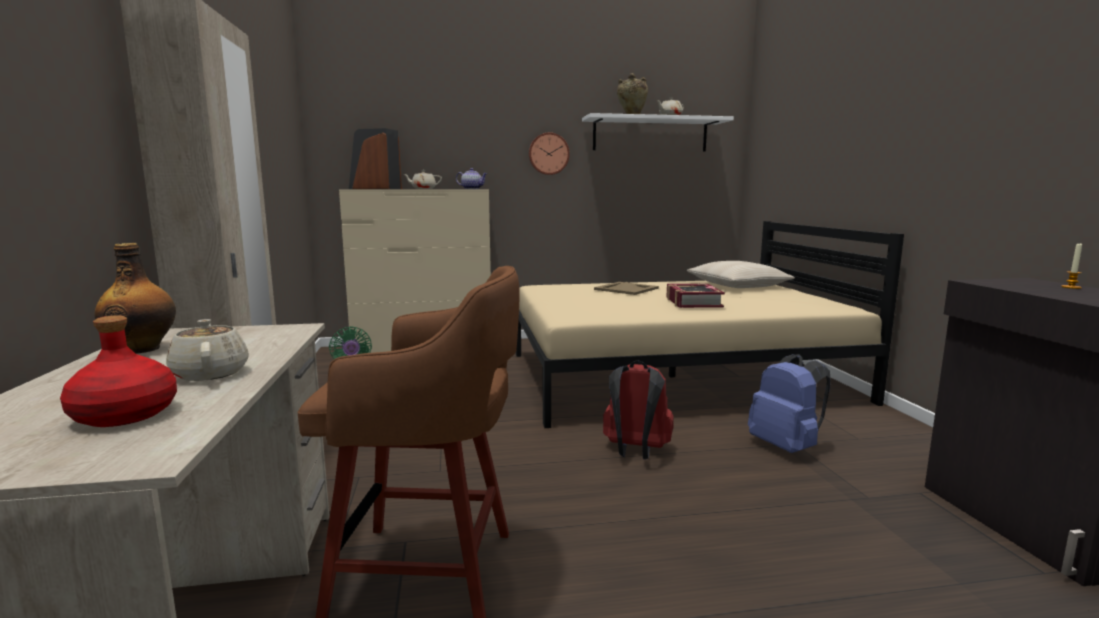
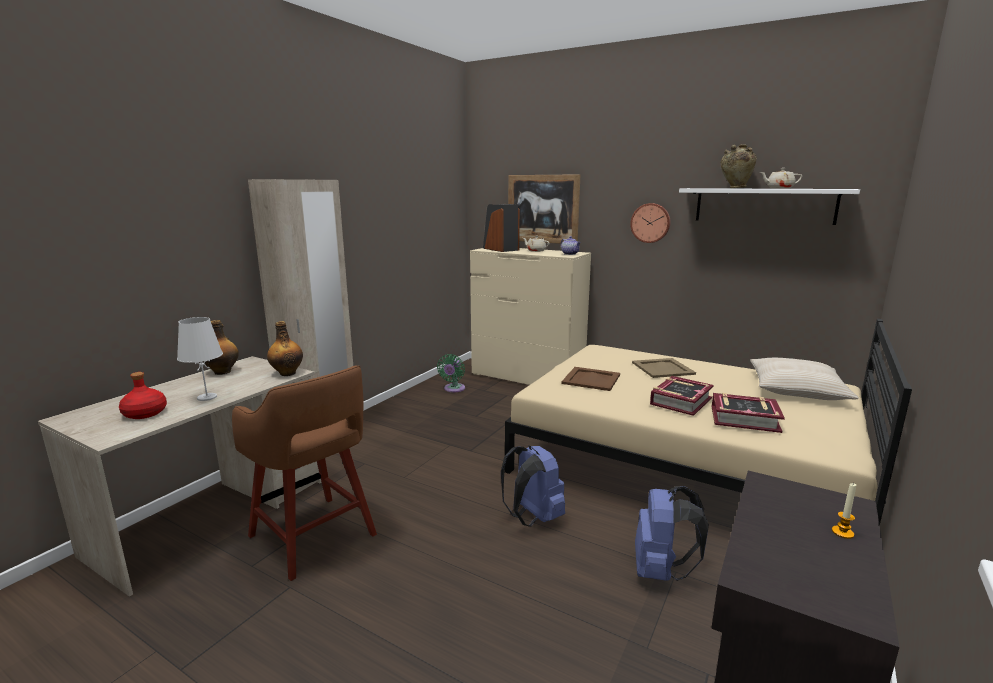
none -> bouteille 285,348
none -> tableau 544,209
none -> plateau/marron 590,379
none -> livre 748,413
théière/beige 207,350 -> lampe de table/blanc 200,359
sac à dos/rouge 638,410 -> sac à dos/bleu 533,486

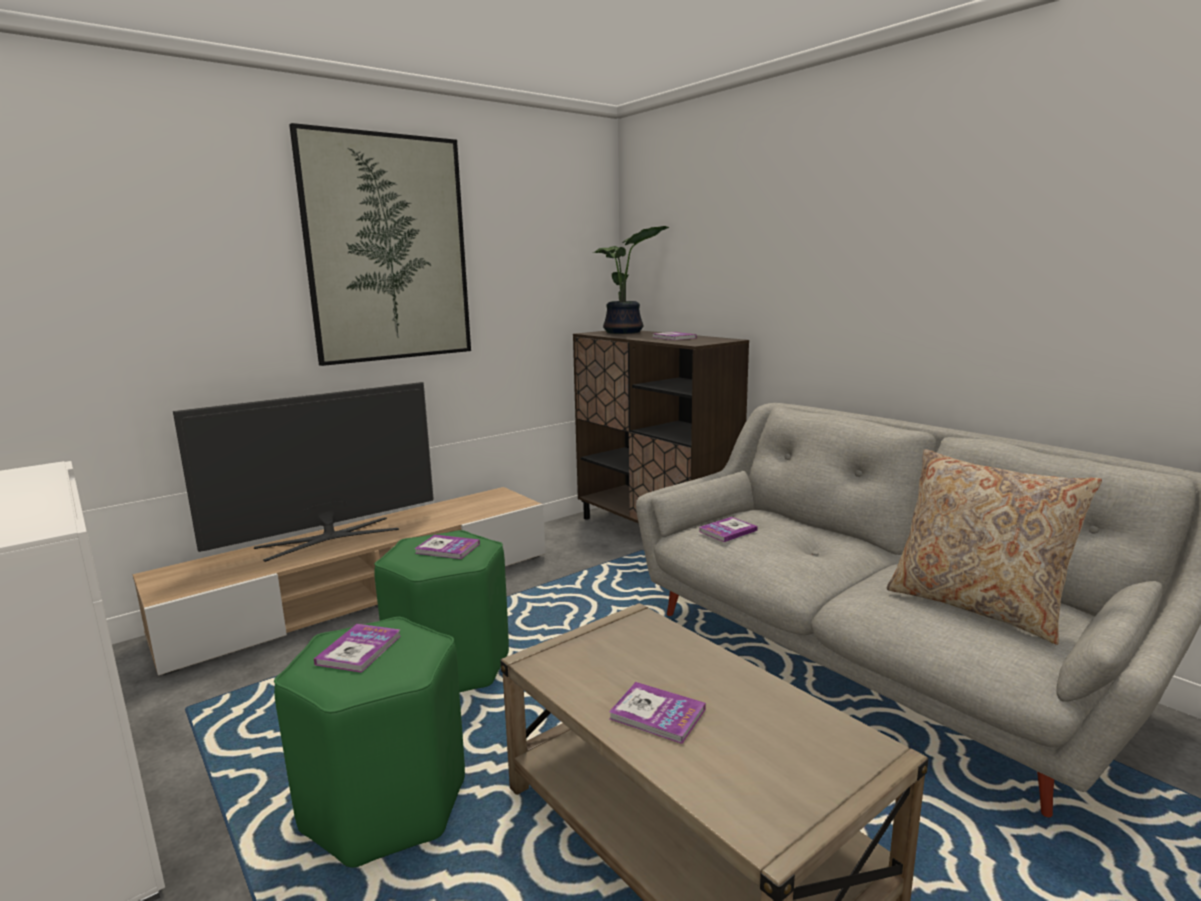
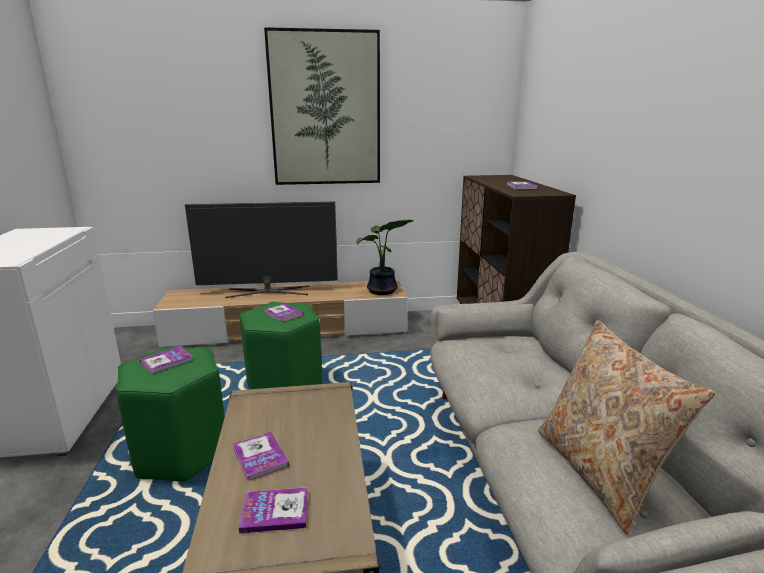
plante en pot 631,280 -> plante en pot 385,257, shifted
livre 728,529 -> livre 273,510, shifted

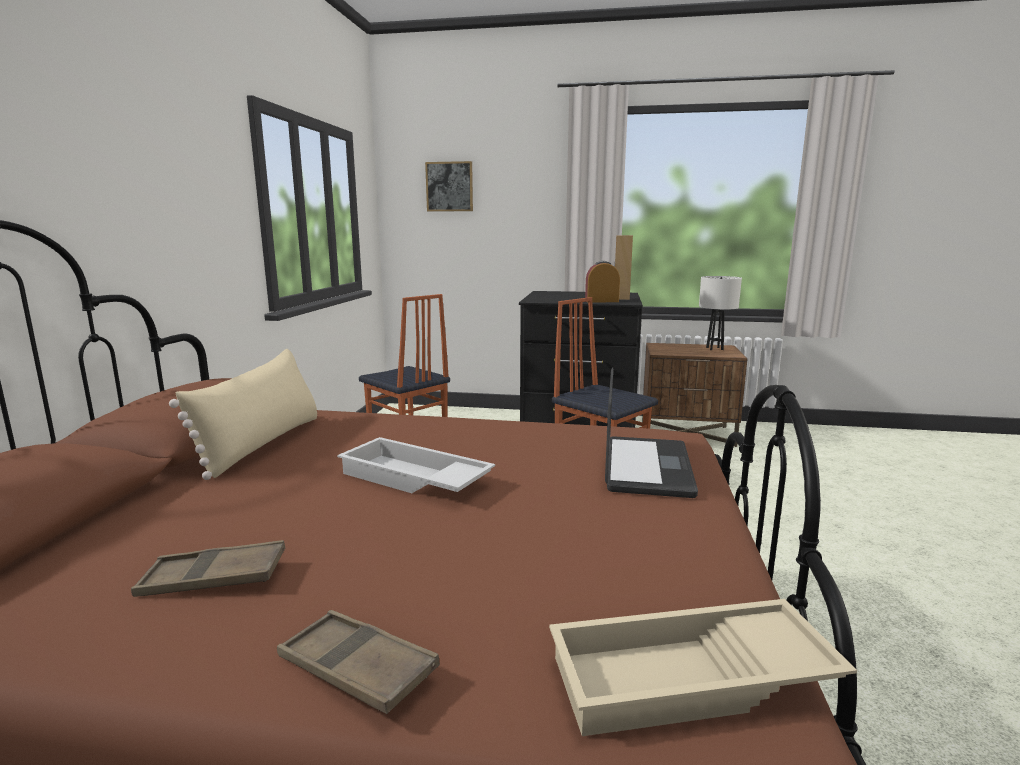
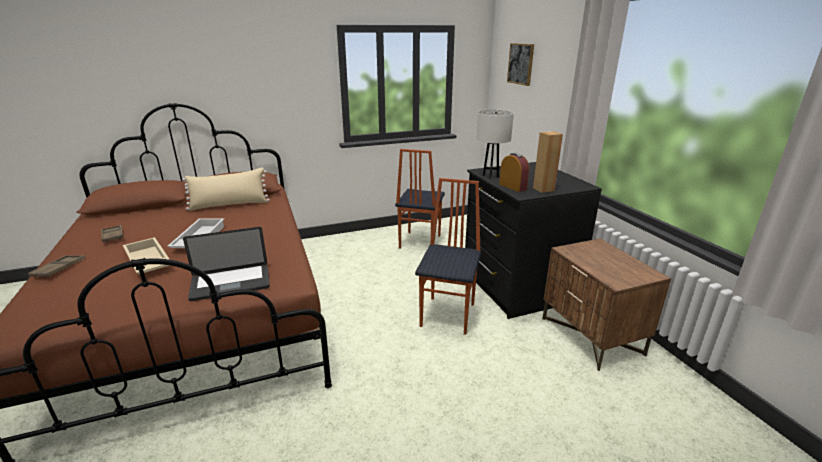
plateau/beige 703,667 -> plateau/beige 146,255, shifted
lampe de table/blanc 720,313 -> lampe de table/blanc 495,144, shifted

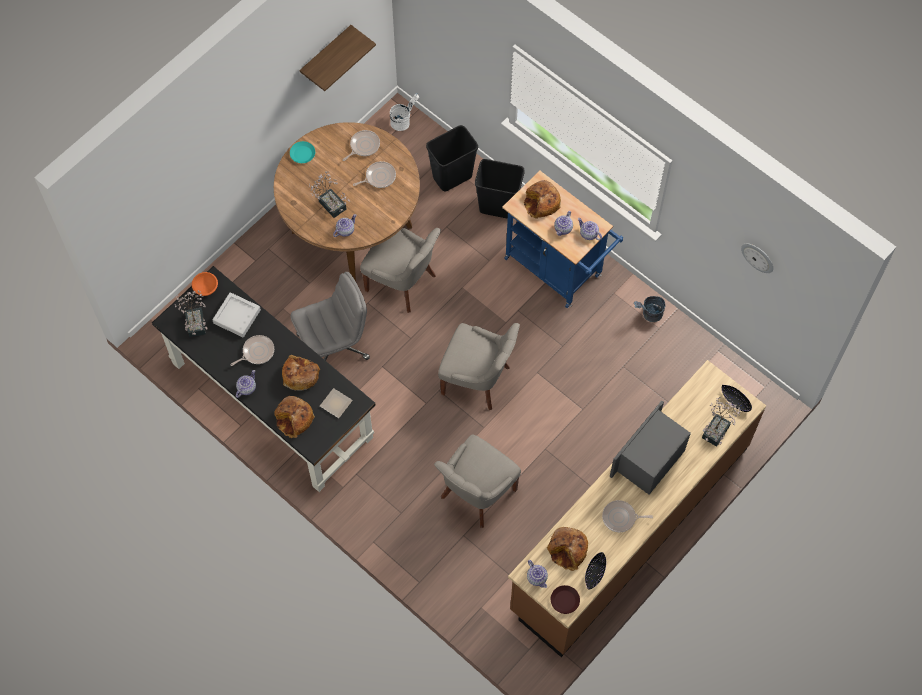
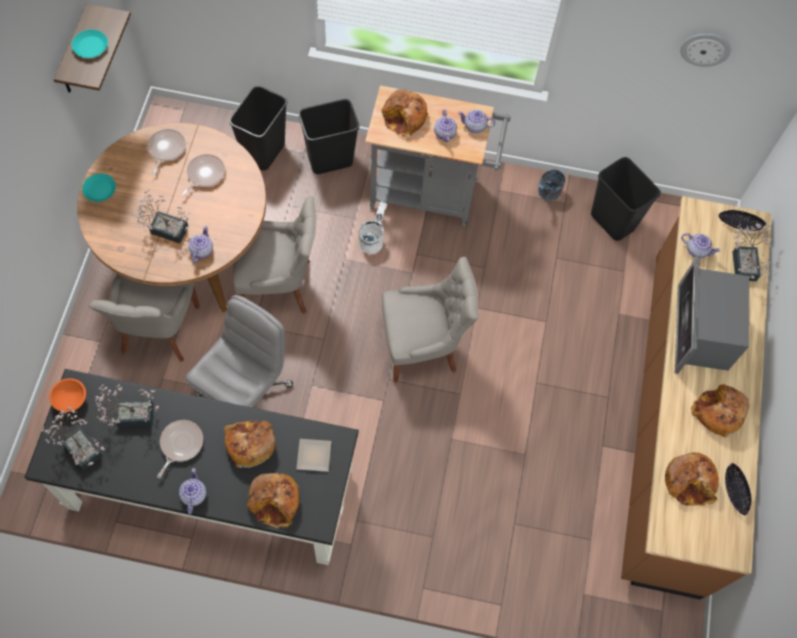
assiette/marron 565,599 -> none
none -> assiette/turquoise 90,44
none -> poubelle/noir 626,199
seau/blanc 404,112 -> seau/blanc 373,227, shifted
chaise/gris 477,481 -> chaise/gris 144,318, shifted
théière 537,574 -> théière 701,245, shifted
plateau/gris 236,314 -> plante en pot 127,405
poêle 627,516 -> pain 720,411
chariot/bleu 562,239 -> chariot/gris 438,156

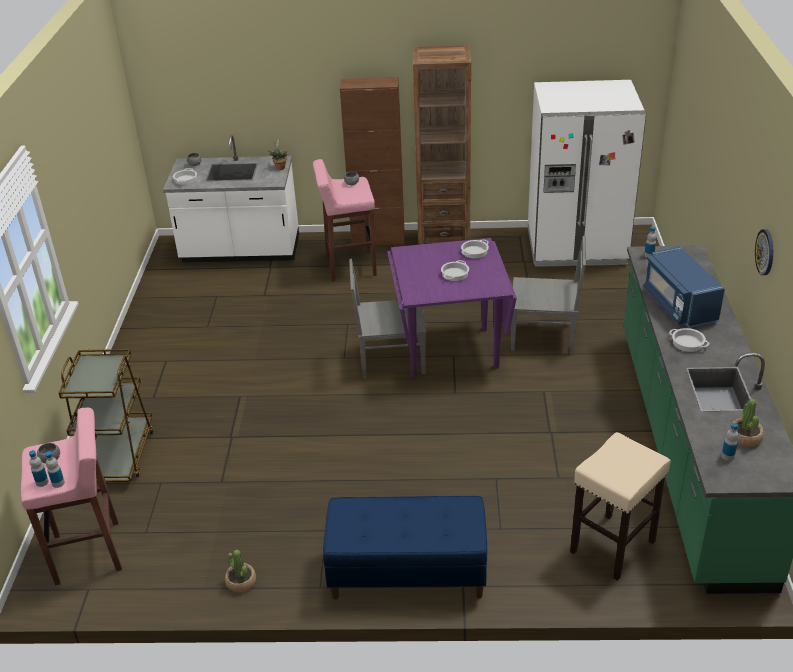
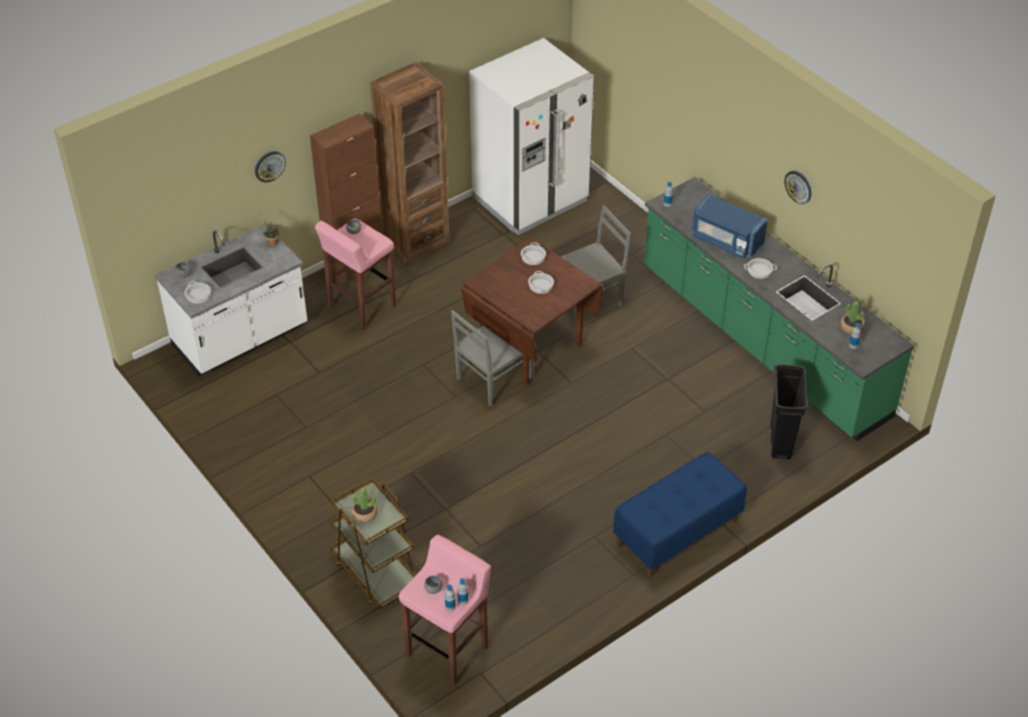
none -> horloge murale 270,166
plante en pot 240,571 -> plante en pot 364,504, shifted
tabouret/beige 620,506 -> poubelle/noir 789,411
table à manger/violet 452,307 -> table à manger/marron 532,312

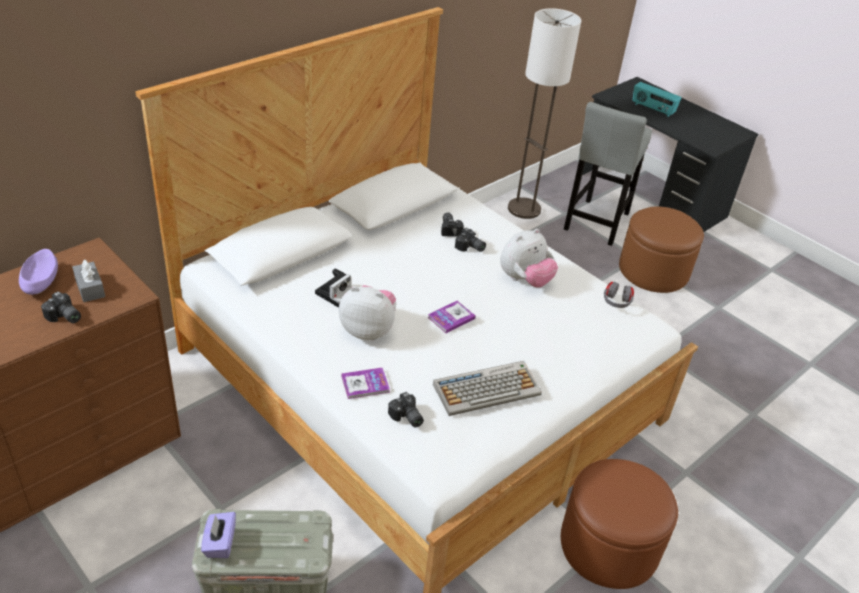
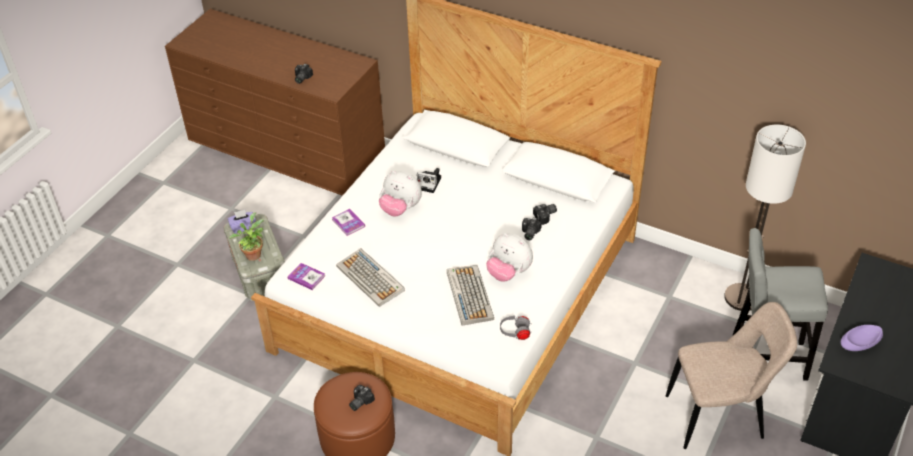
boîte à mouchoirs/gris 88,280 -> none
radio 657,99 -> none
none -> plante en pot 246,236
none -> clavier 470,295
bol/violet 38,272 -> bol/violet 862,338, shifted
appareil photo 406,409 -> appareil photo 362,398, shifted
livre 452,317 -> livre 306,276, shifted
pouf/marron 661,249 -> chaise/beige 731,375
peluche 368,312 -> peluche 400,194, 120 degrees clockwise

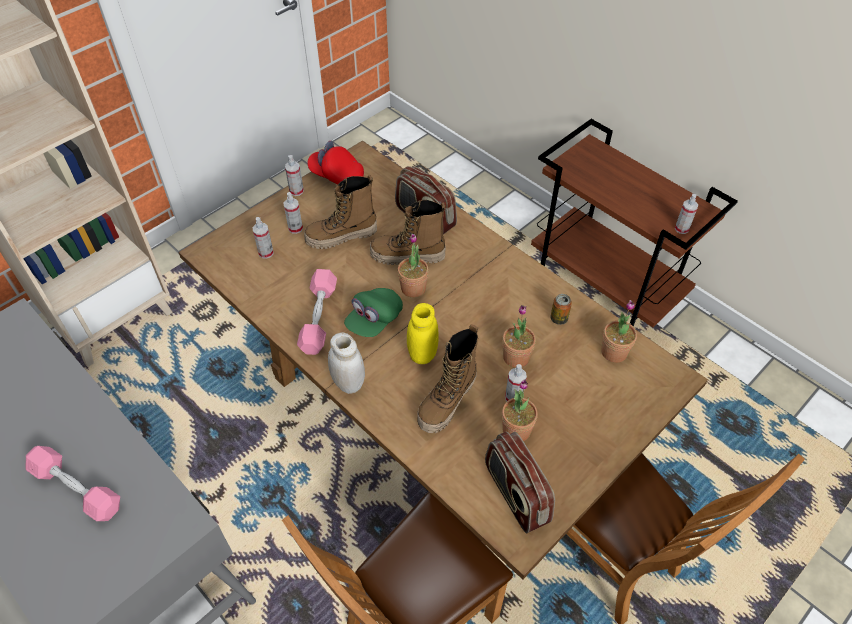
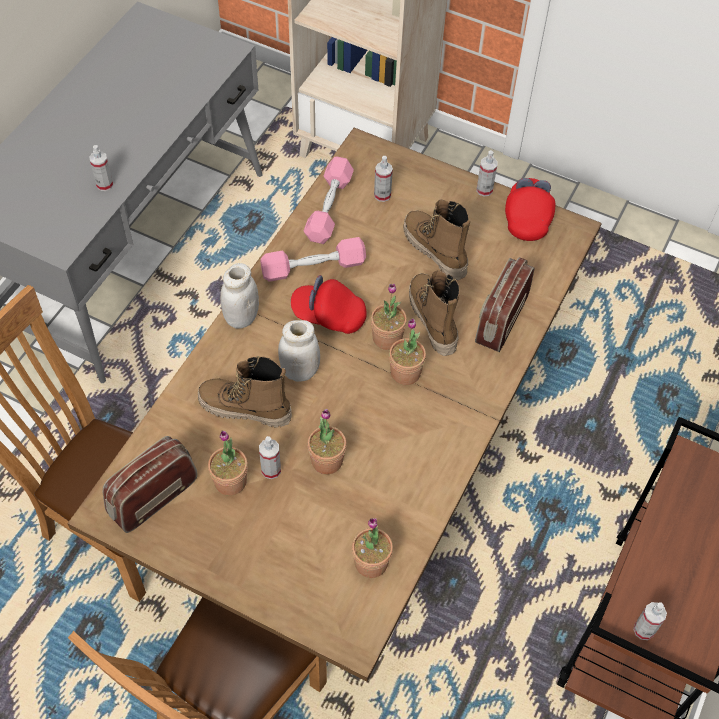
boîte métallique 561,309 -> none
none -> plante en pot 407,351
haltère/rose 73,483 -> haltère/rose 329,200, shifted
vaporisateur 293,213 -> vaporisateur 101,168, shifted
casquette/vert 373,312 -> casquette/rouge 329,304
bocal/jaune 423,333 -> bocal/blanc 299,351

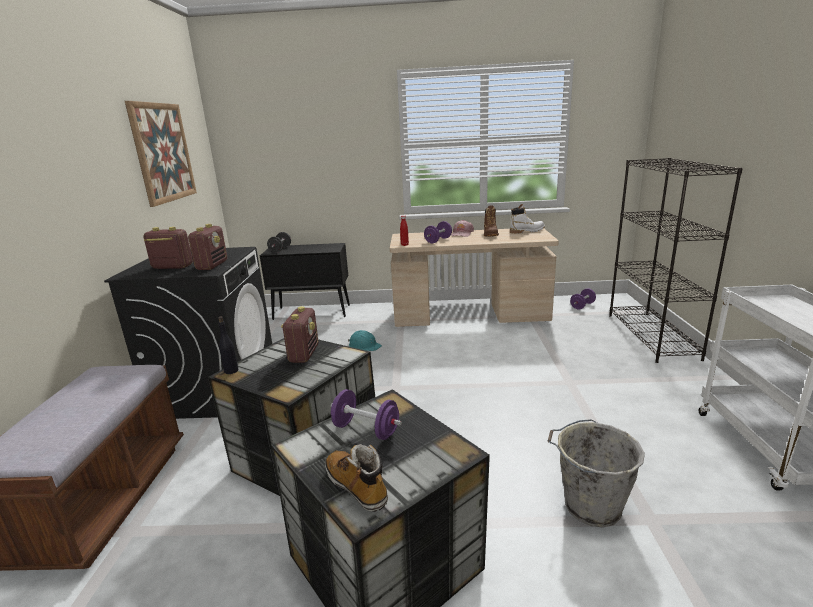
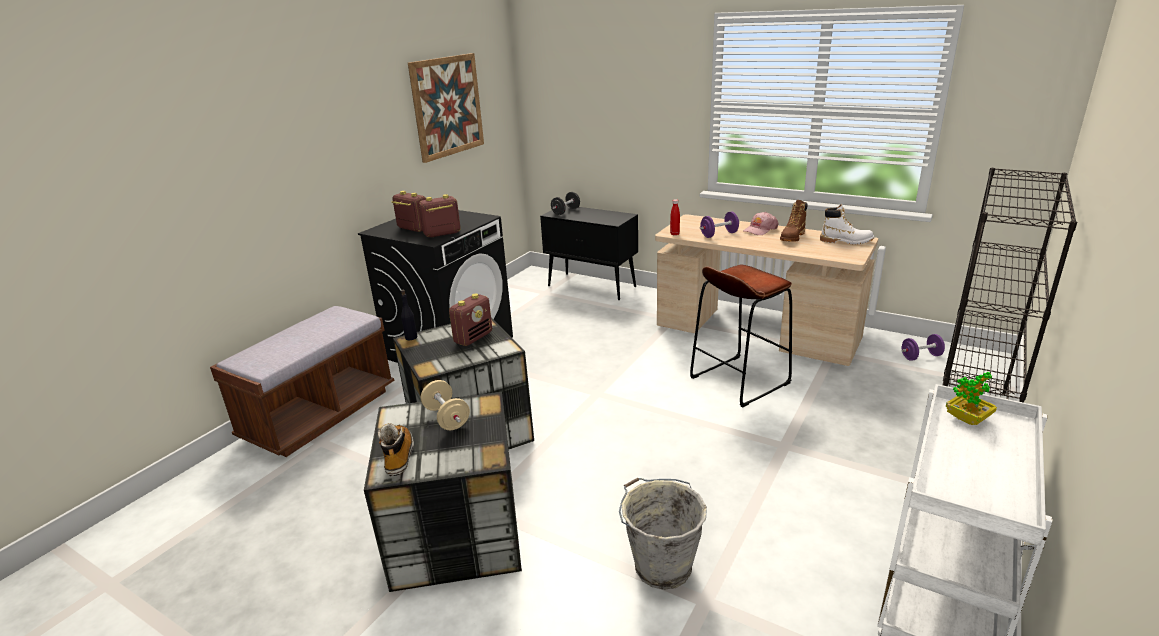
casque de chantier/turquoise 365,340 -> none
none -> tabouret/marron 741,336
none -> plante en pot 971,398
haltère/violet 366,414 -> haltère/beige 445,405
radio 207,247 -> radio 440,215, 150 degrees counterclockwise

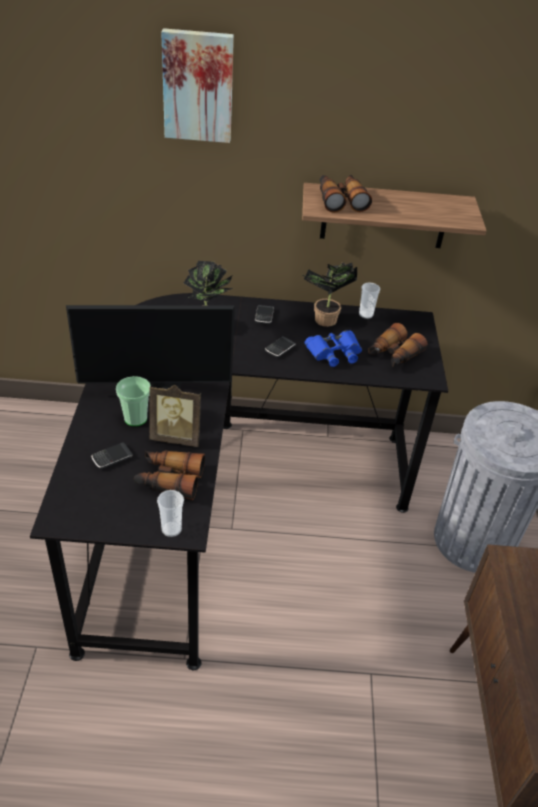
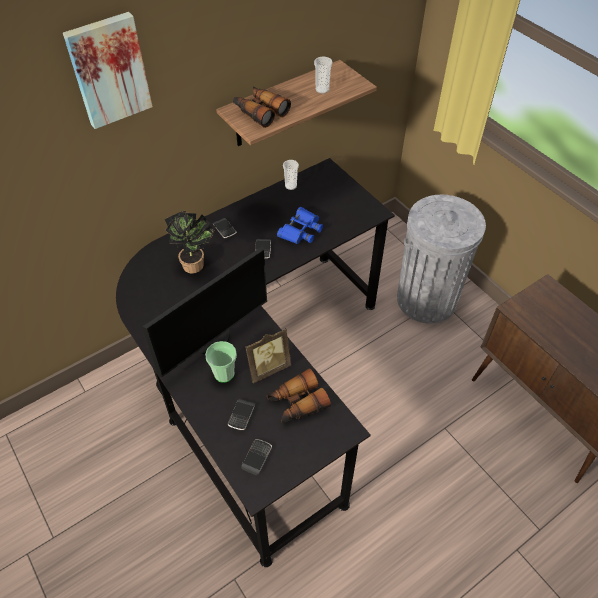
plante en pot 330,294 -> none
jumelles 398,345 -> none
none -> téléphone 256,457
tasse 170,513 -> tasse 323,75, shifted

